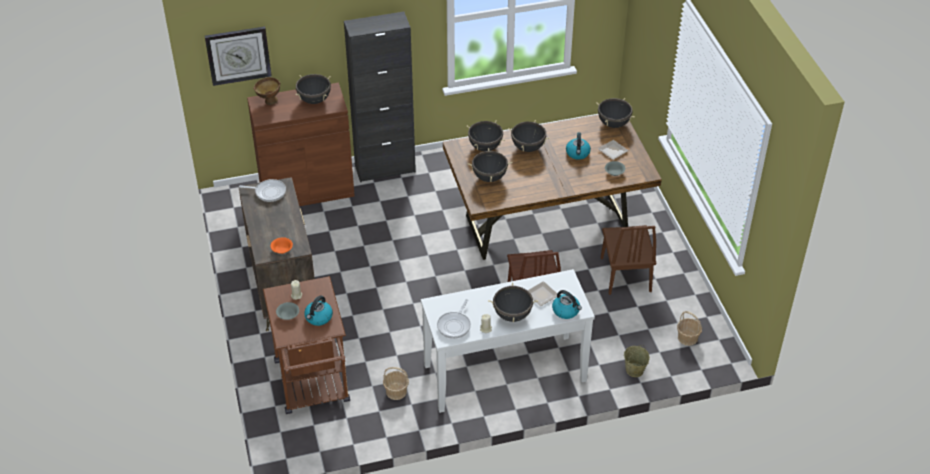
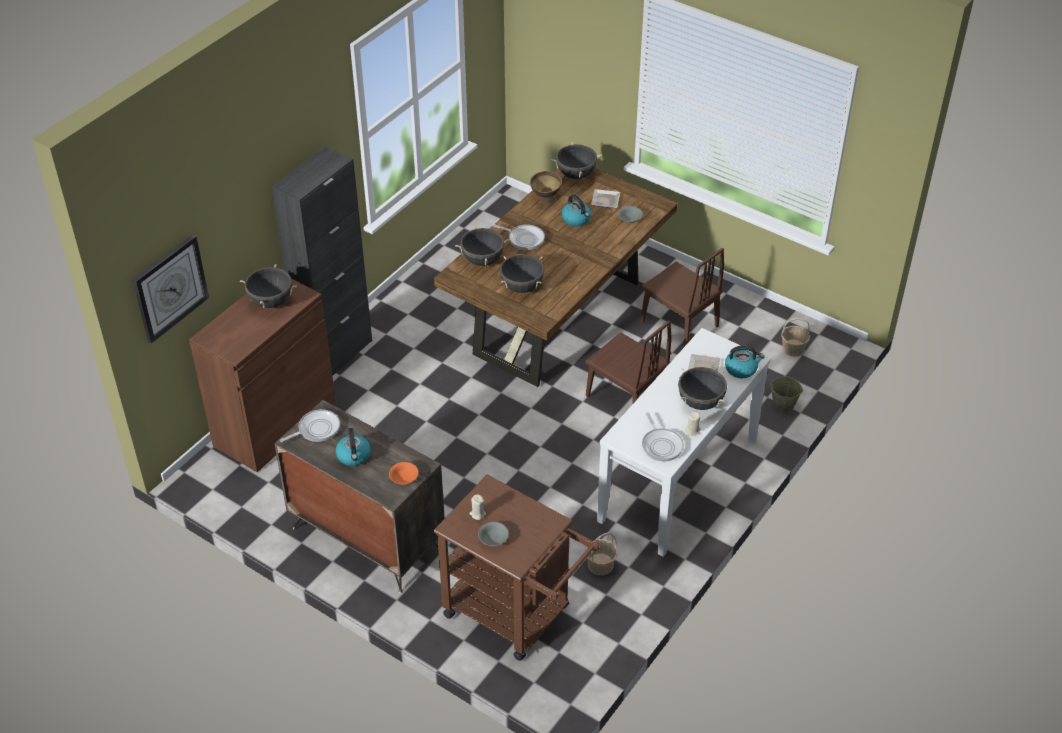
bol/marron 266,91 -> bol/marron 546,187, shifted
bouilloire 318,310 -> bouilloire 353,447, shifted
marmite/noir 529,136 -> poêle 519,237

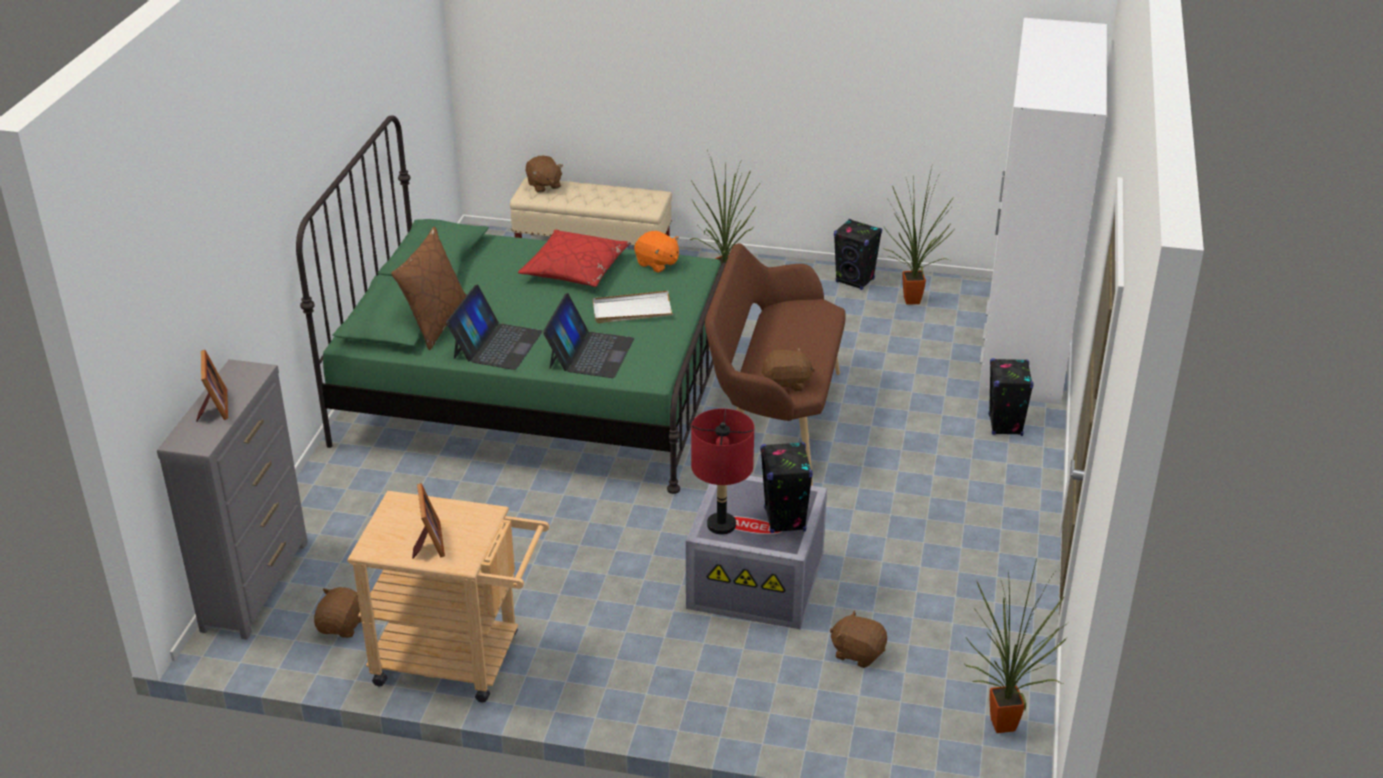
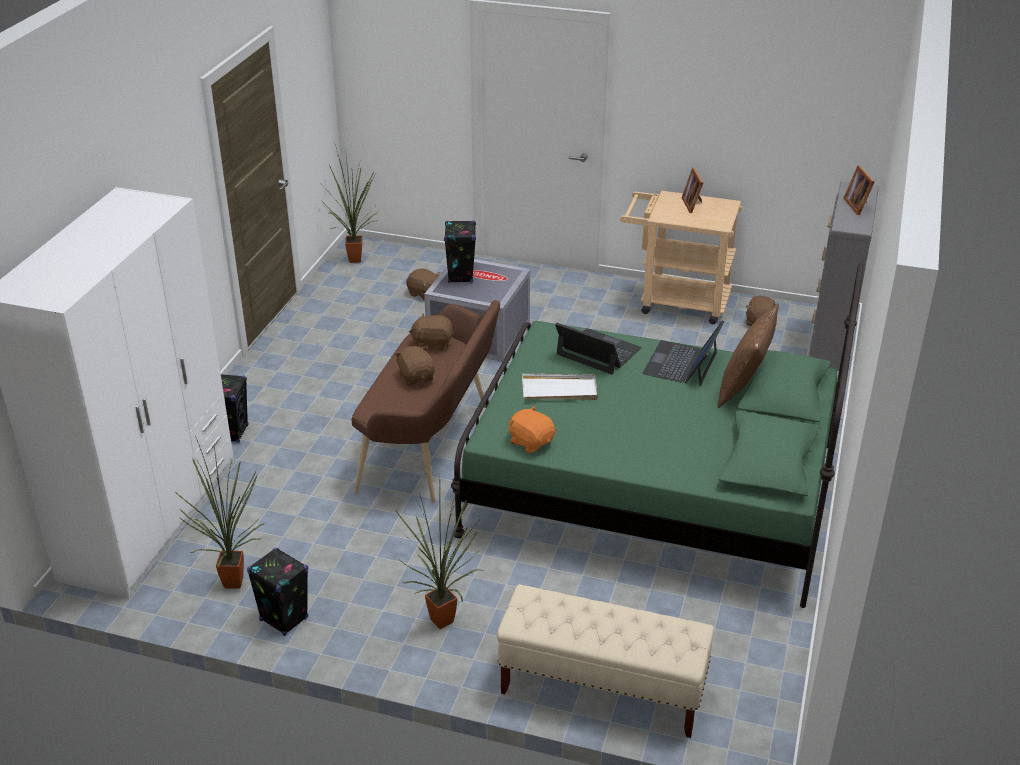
coussin/rouge 574,258 -> none
lampe de table/rouge 722,472 -> none
peluche/marron 544,174 -> peluche/marron 414,366, shifted
ordinateur portable 588,335 -> ordinateur portable 598,348, 105 degrees clockwise

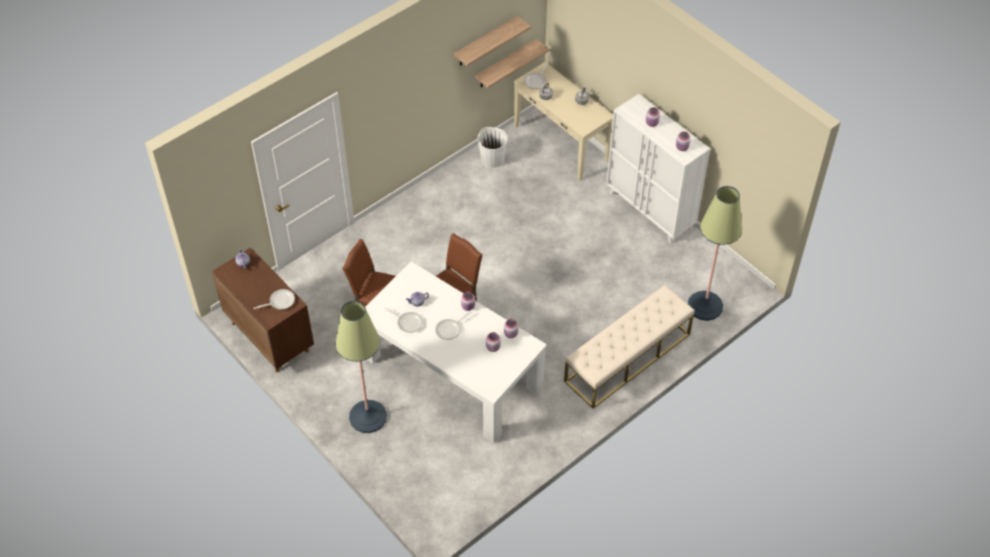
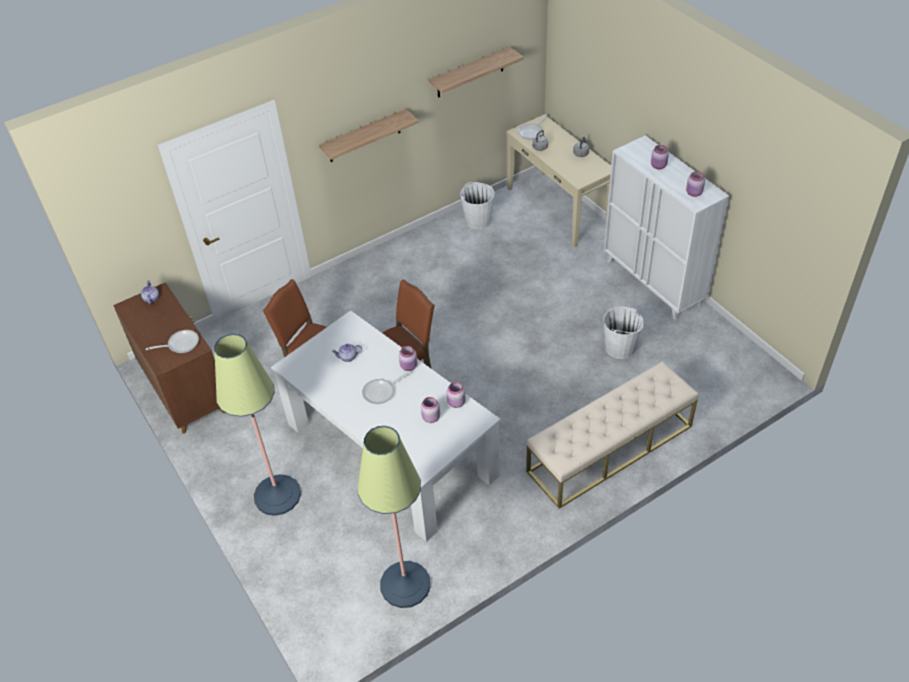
poêle 404,320 -> none
none -> seau/blanc 624,333
étagère 512,63 -> étagère 369,135, shifted
lampadaire 715,253 -> lampadaire 394,517, shifted

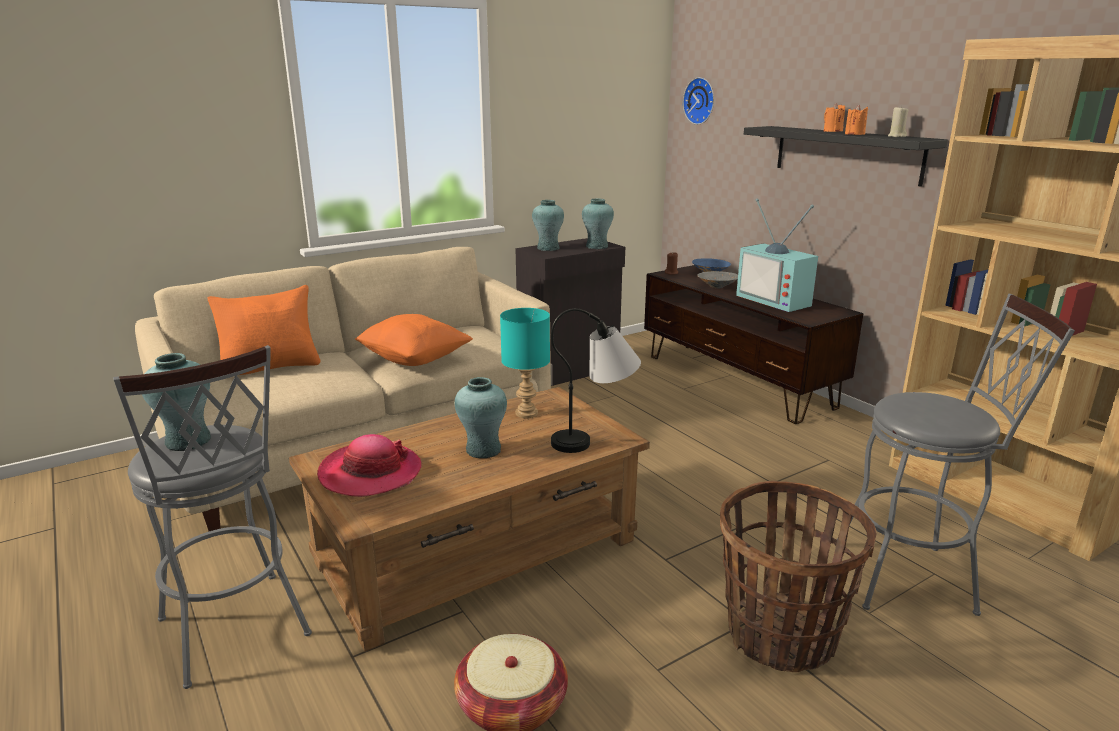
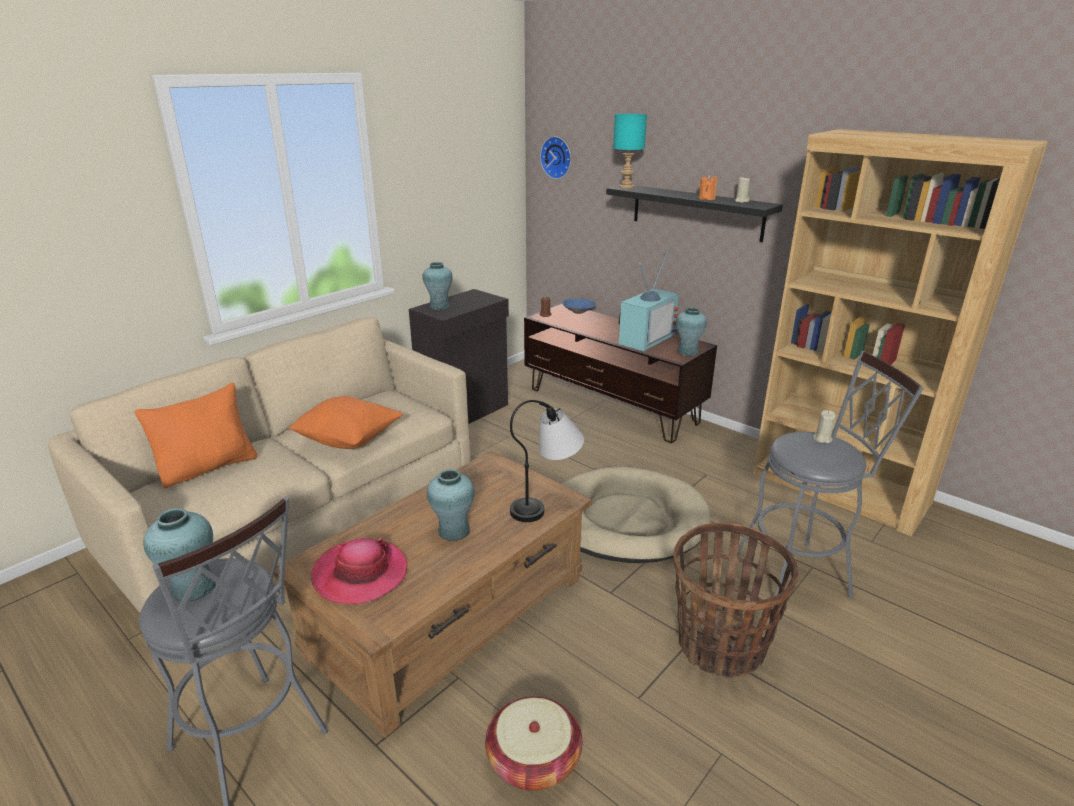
bol/gris 717,279 -> none
bougie/orange 834,117 -> none
none -> panier pour chien/beige 636,515
none -> bougie/beige 824,426
lampe de table/turquoise 525,363 -> lampe de table/turquoise 630,151, shifted
vase/turquoise 598,224 -> vase/turquoise 691,331, shifted
téléviseur 777,255 -> téléviseur 649,300, 90 degrees counterclockwise

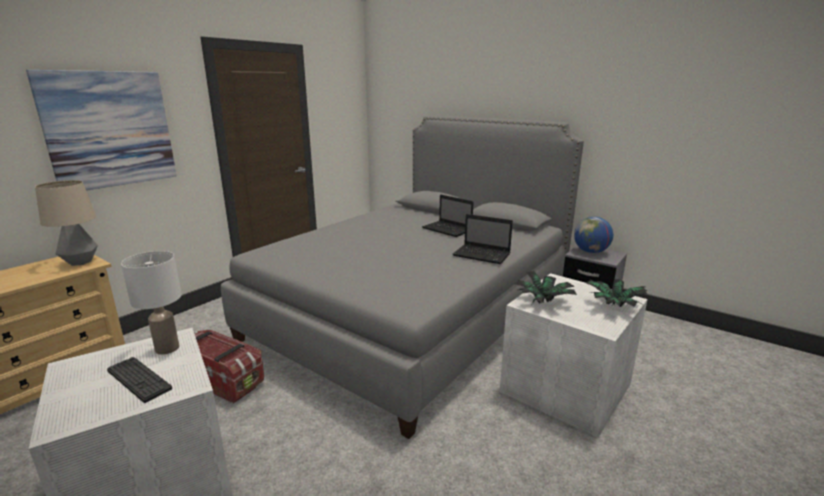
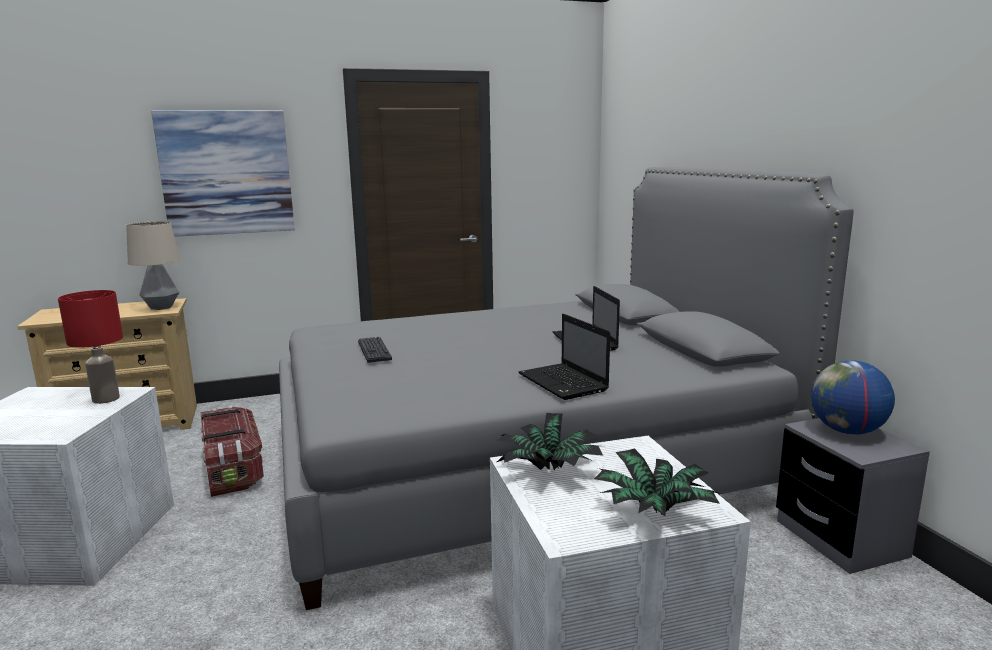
clavier 139,380 -> clavier 375,350, shifted
lampe de table/blanc 151,303 -> lampe de table/rouge 90,347

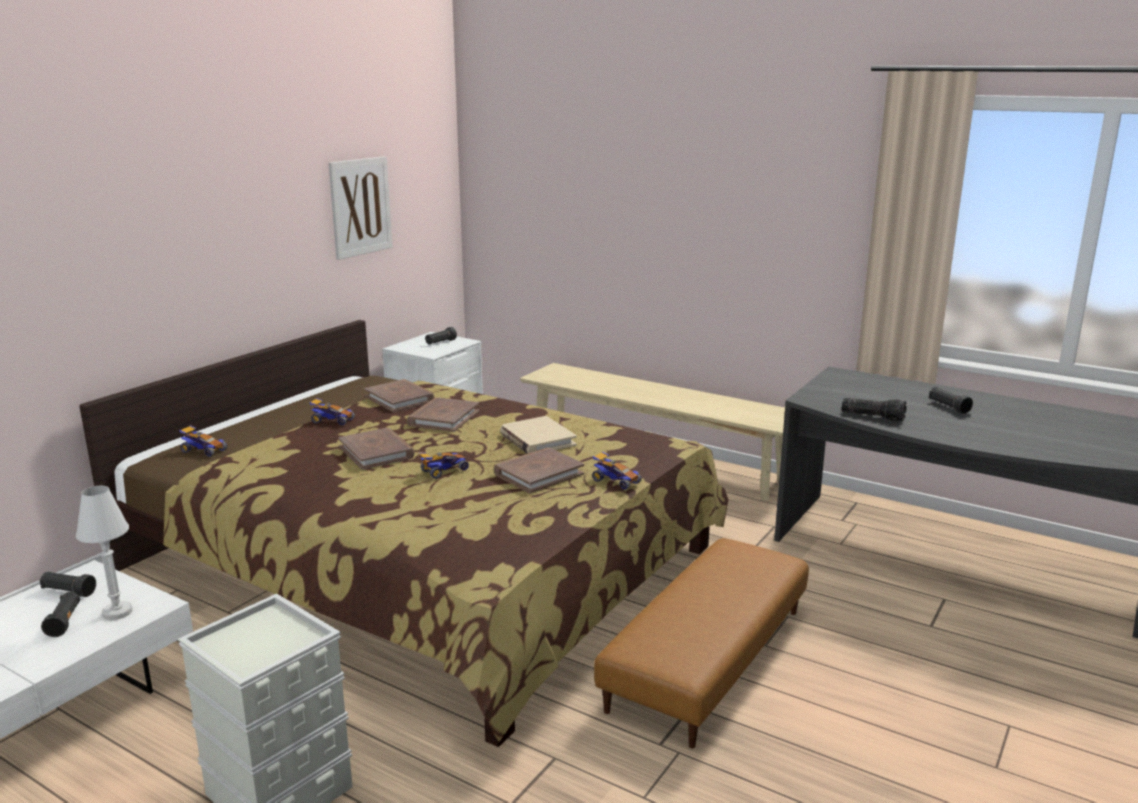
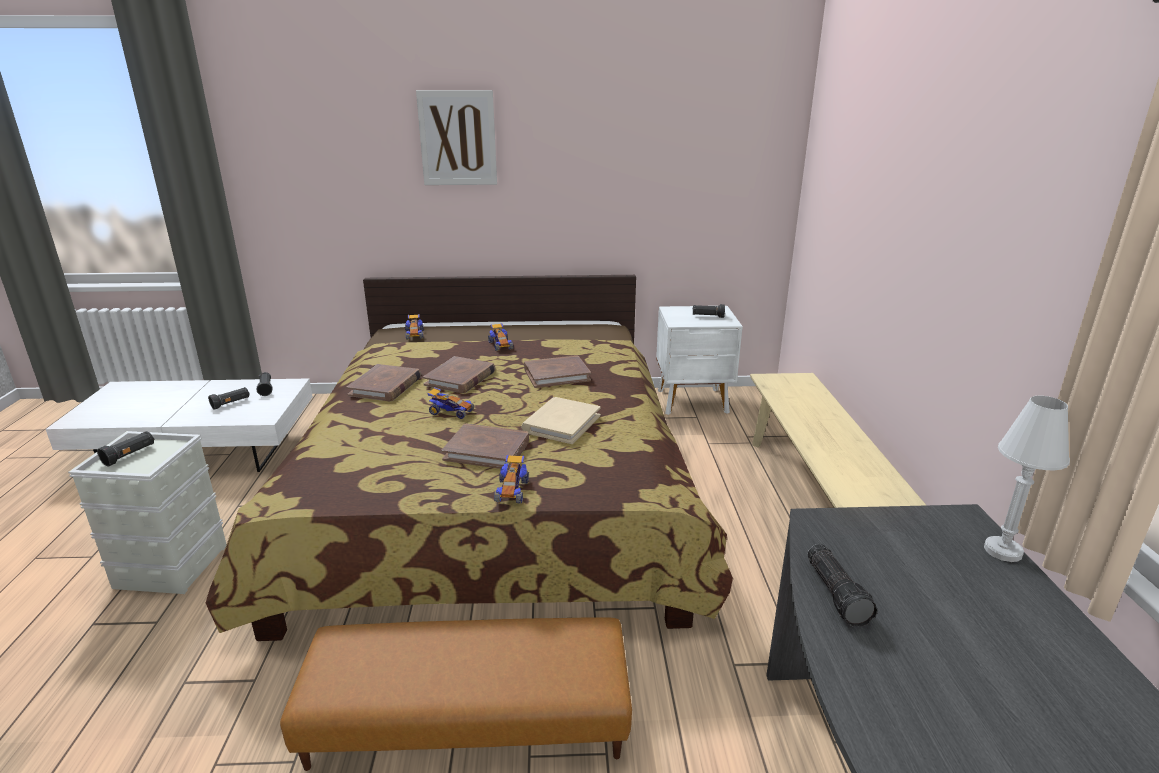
lampe de table/blanc 104,553 -> lampe de table/blanc 1027,479, shifted
tableau 360,208 -> tableau 456,137, shifted
livre/marron 399,395 -> livre/marron 384,382, shifted
lampe de poche/noir 951,400 -> lampe de poche/noir 125,448, shifted

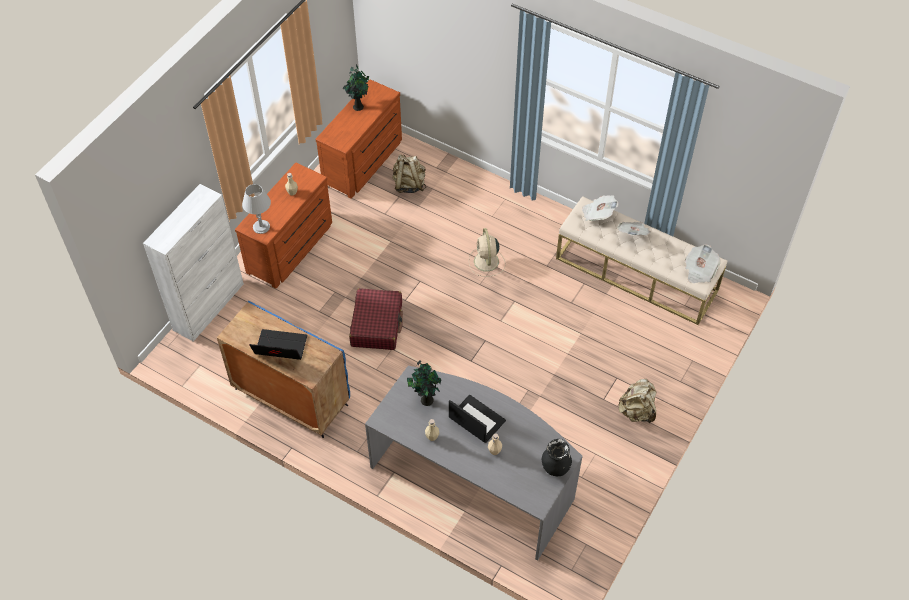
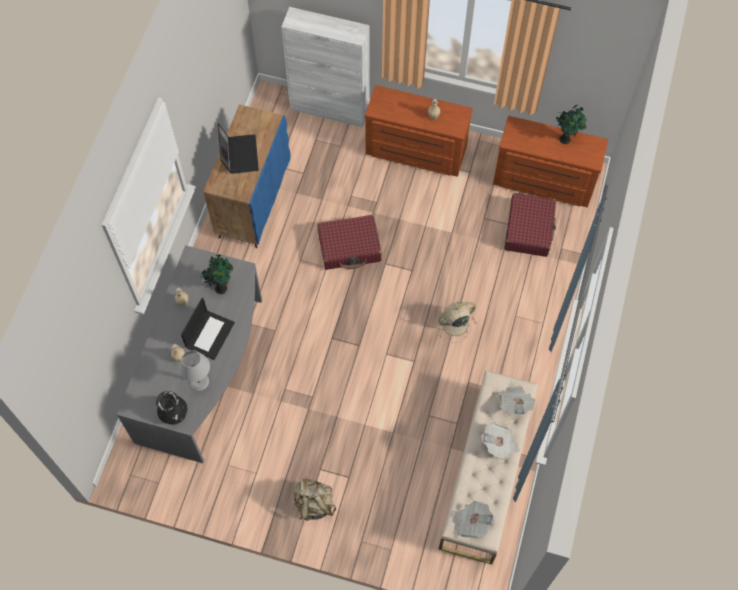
lampe de table/gris 256,209 -> lampe de table/gris 194,370, shifted
sac à dos/beige 409,173 -> valise/rouge 530,225

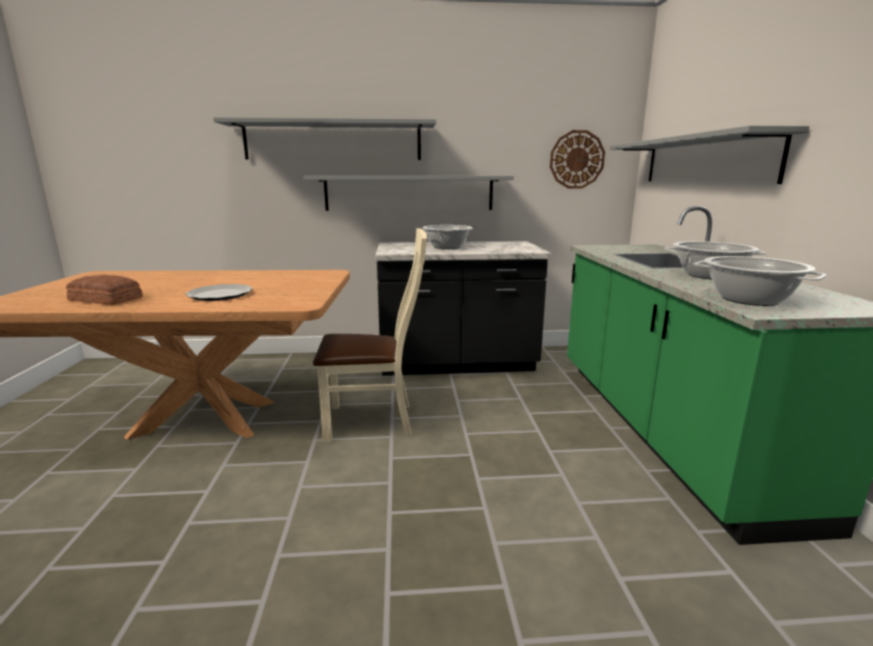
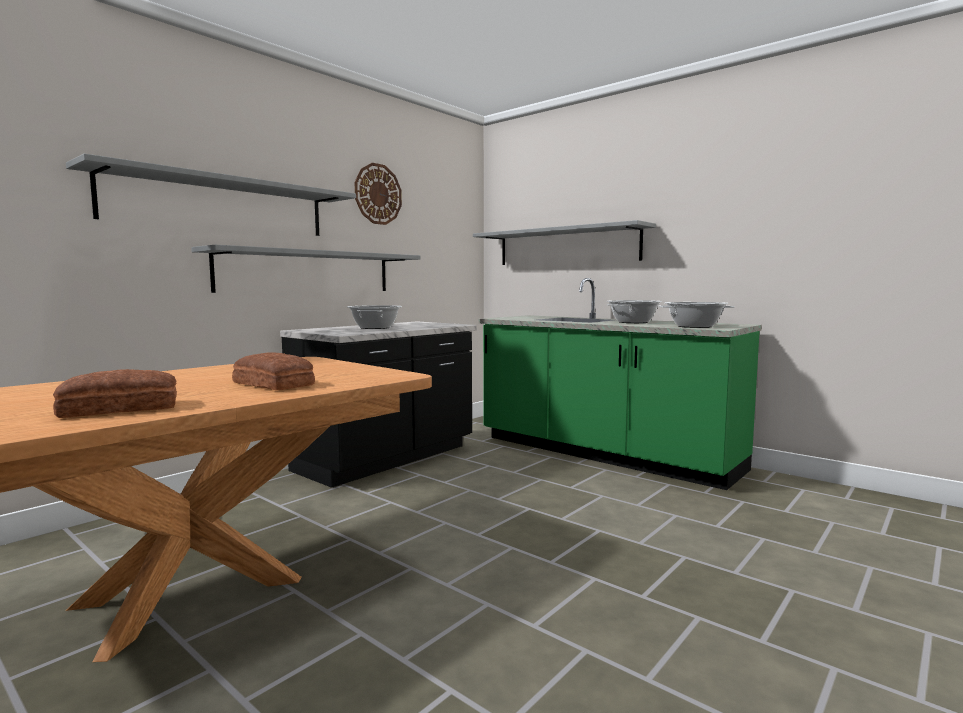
chaise/beige 370,335 -> none
horloge murale 577,159 -> horloge murale 378,194, shifted
assiette 219,292 -> pain 273,371

